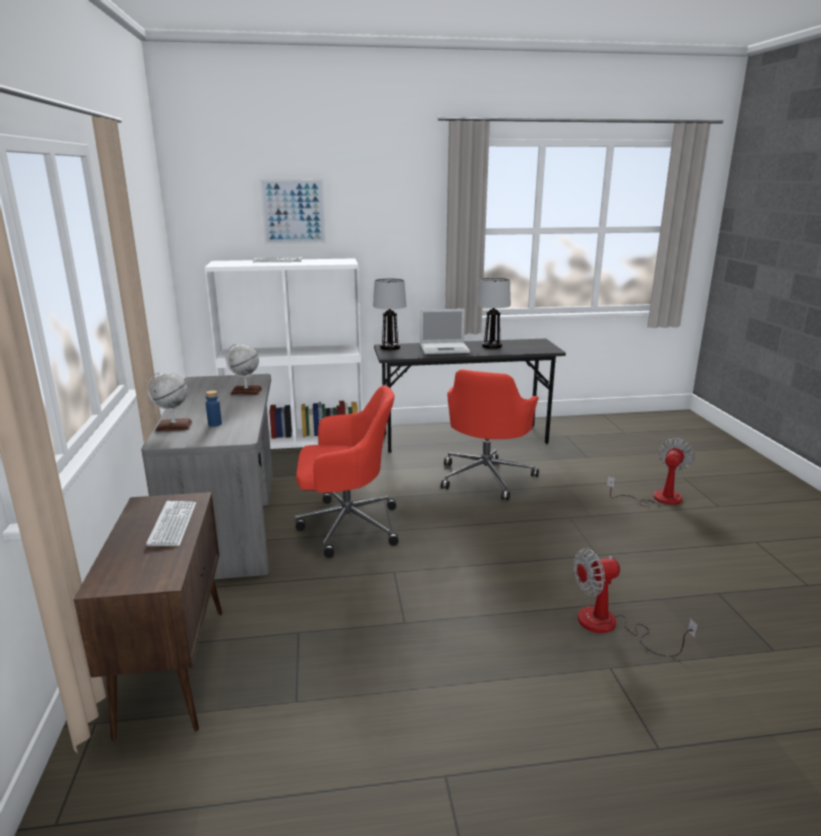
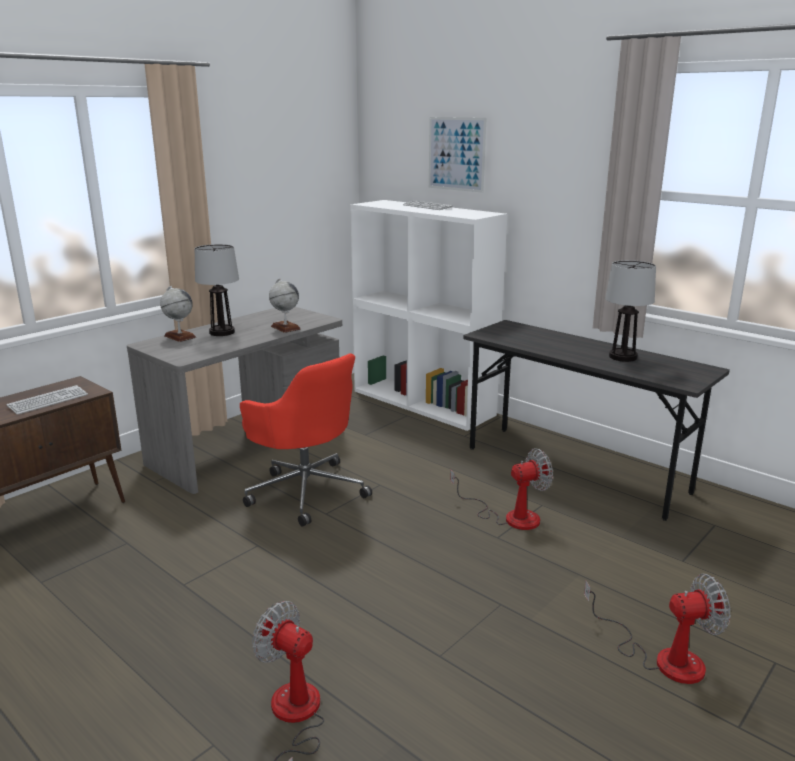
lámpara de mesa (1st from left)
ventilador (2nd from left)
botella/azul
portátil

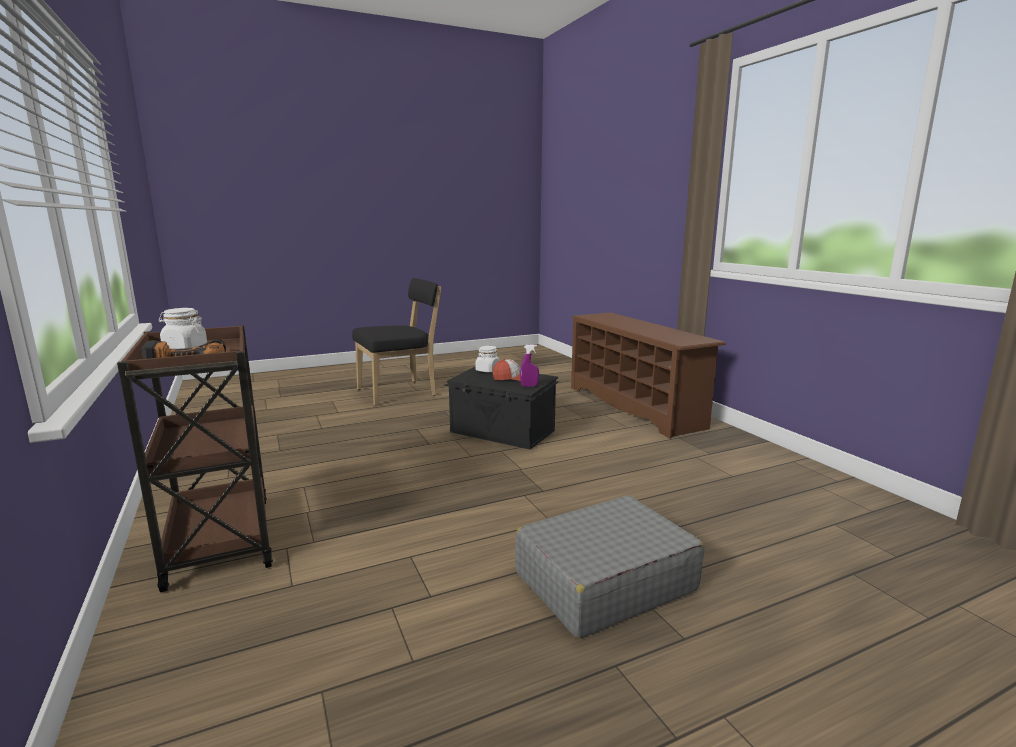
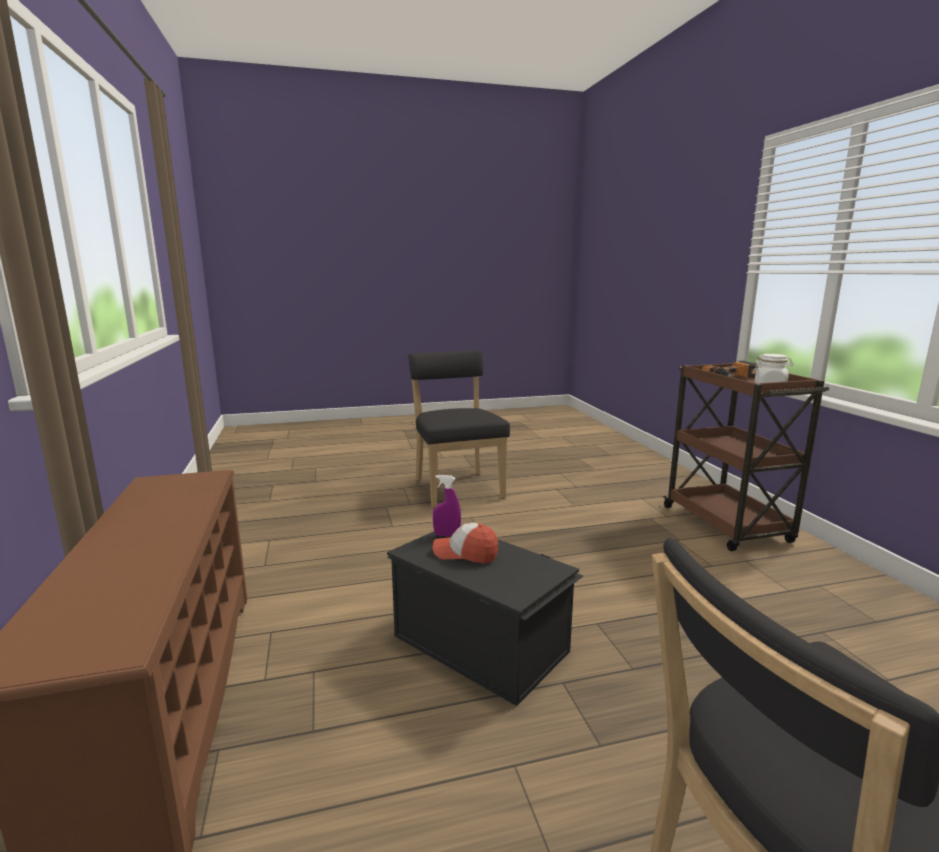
silla/negro (1st from left)
tarro/blanco (2nd from left in the first image)

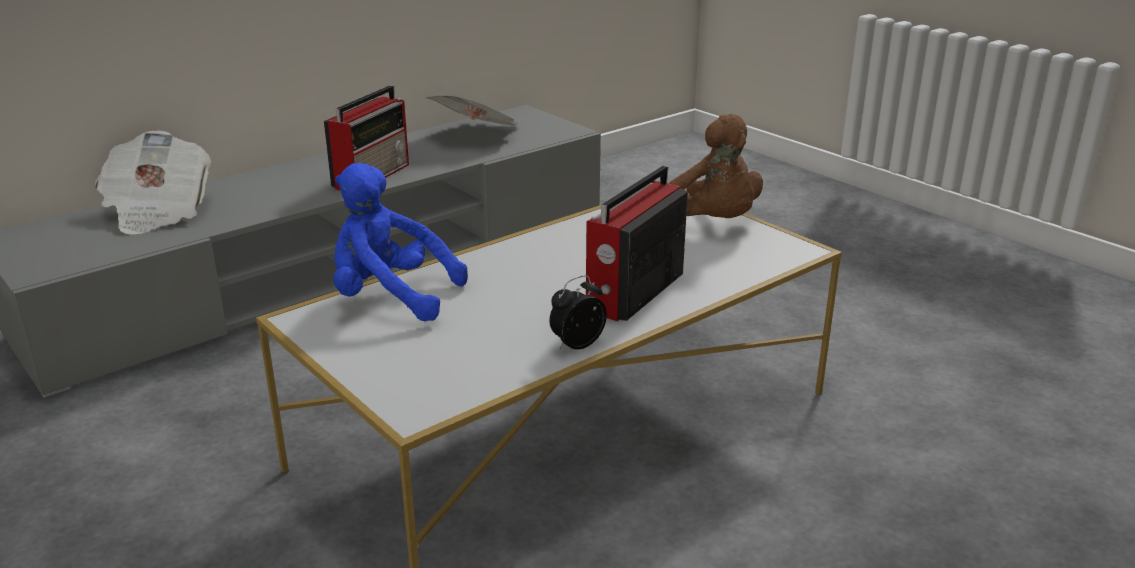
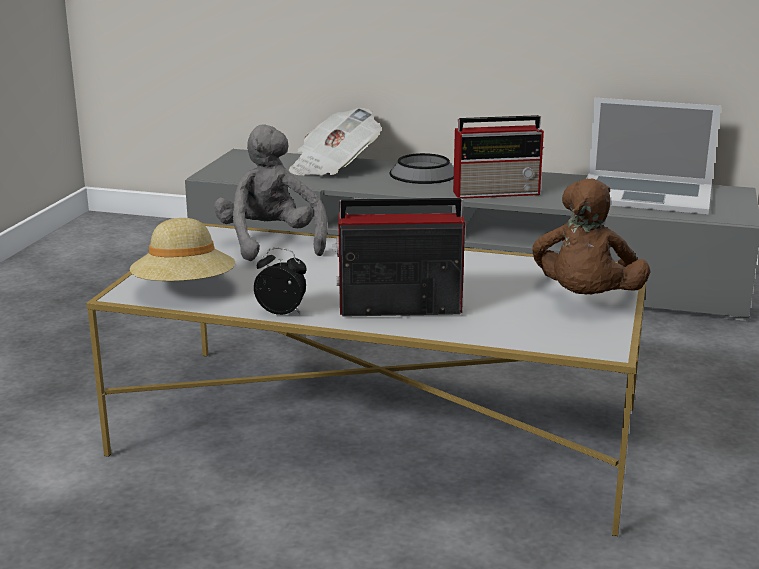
sombrero/beis
peluche/gris
cuenco
portátil

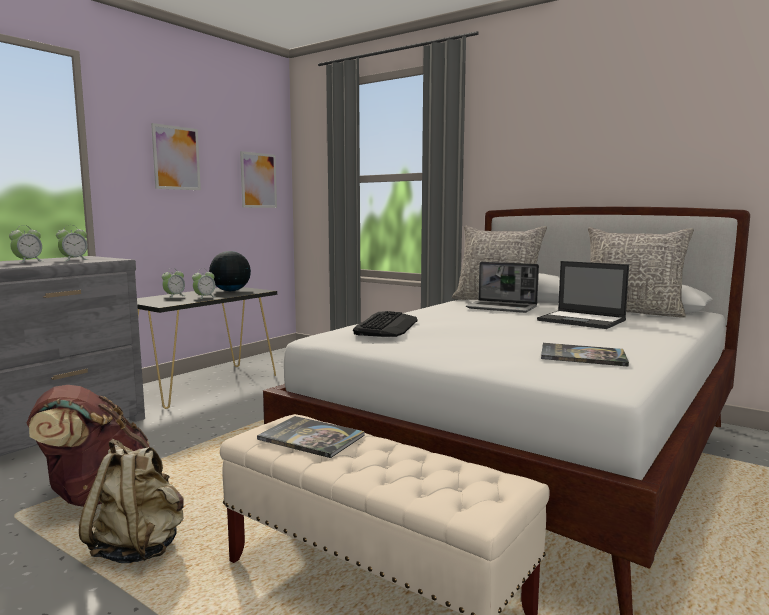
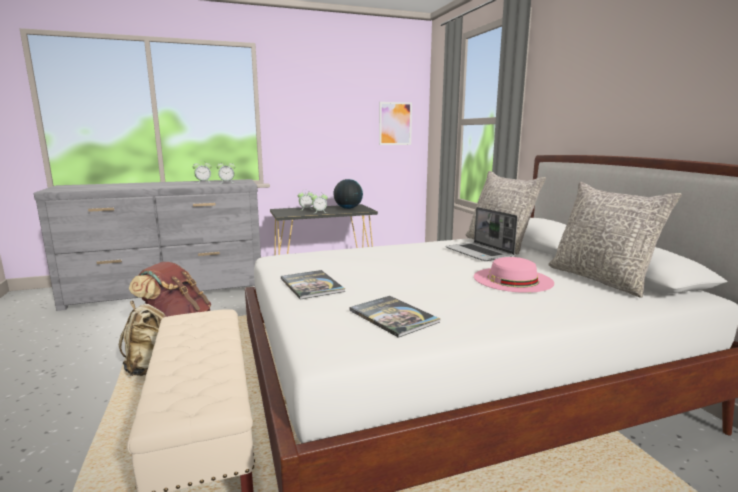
libro (1st from left)
sombrero/rosa
cuadro (1st from left in the first image)
teclado

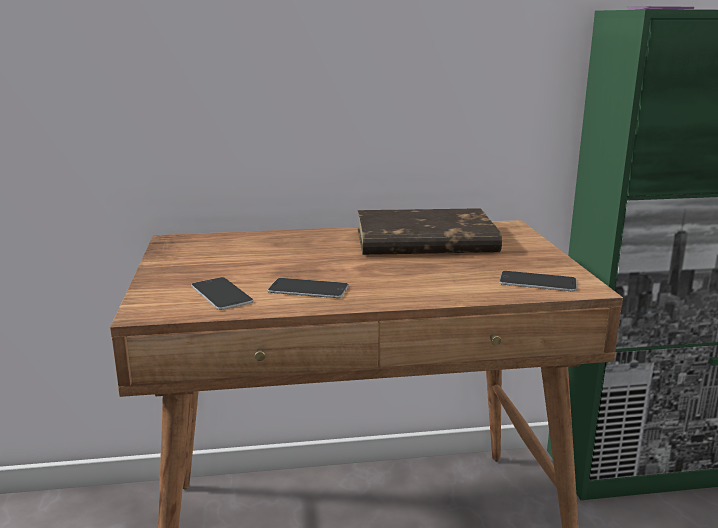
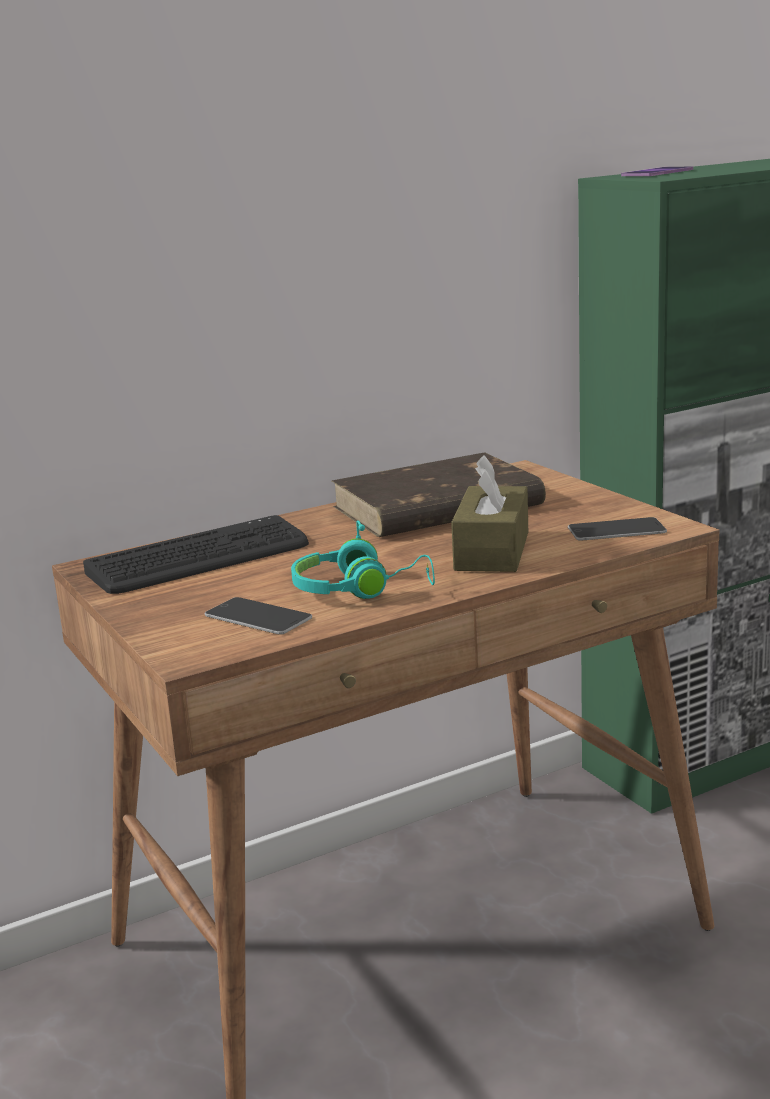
teclado
auriculares/turquesa
caja de pañuelos/marrón

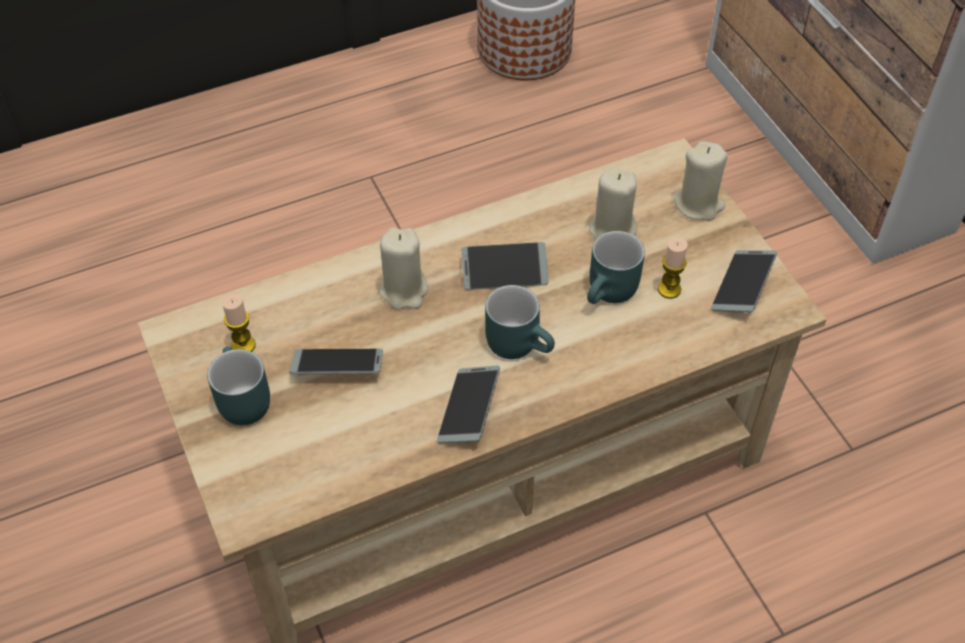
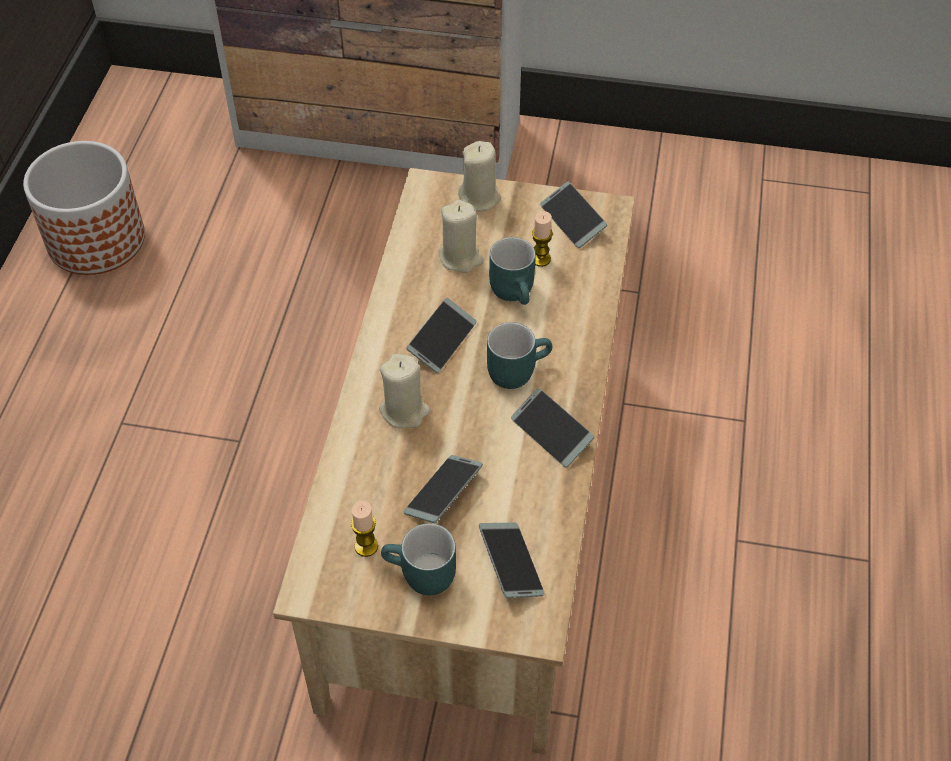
móvil (3rd from left)

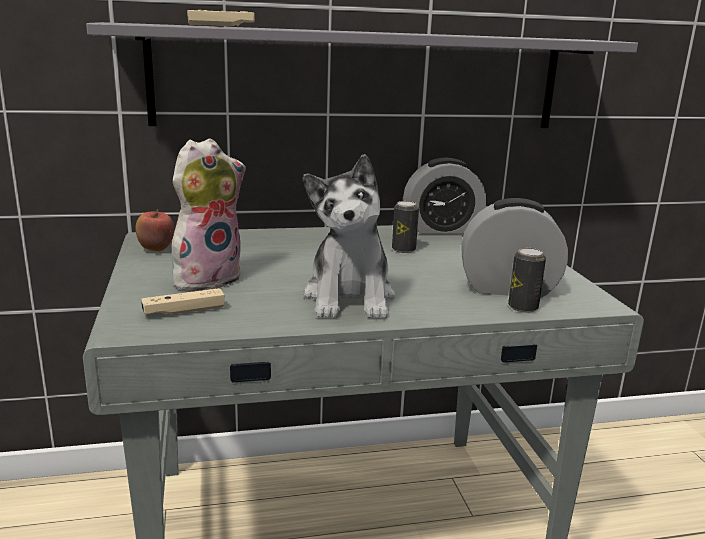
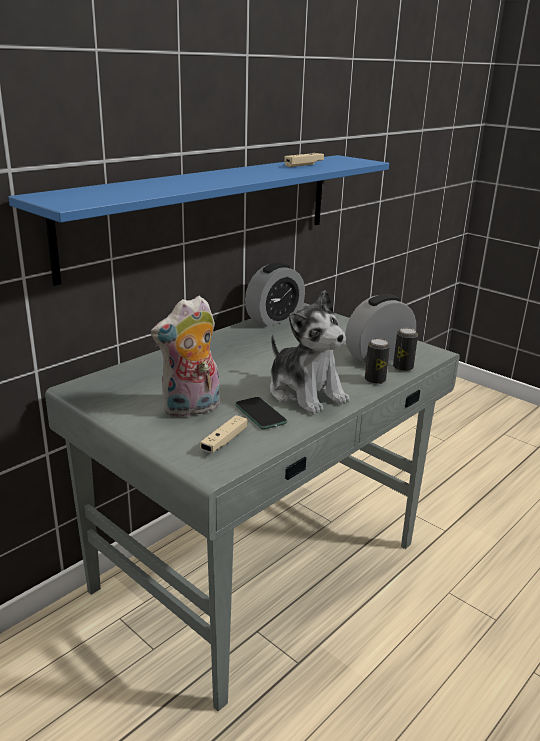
estante/azul
peluche (1st from left)
móvil
mando de consola/beis (2nd from left)
lata (1st from left)
manzana

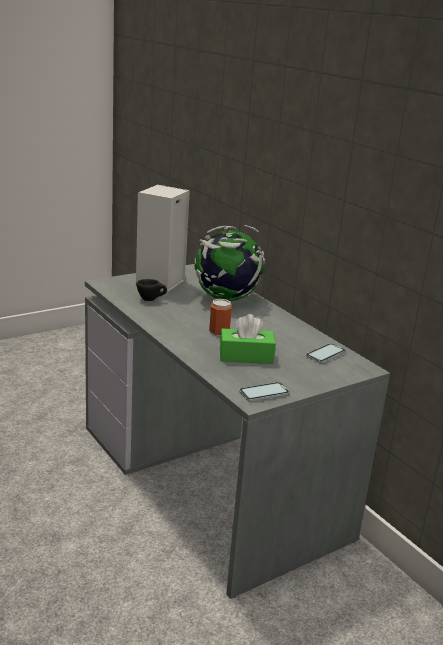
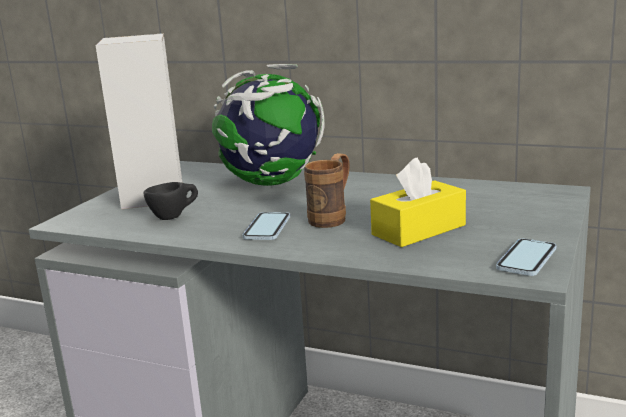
móvil (1st from left)
taza grande/marrón
caja de pañuelos/amarillo

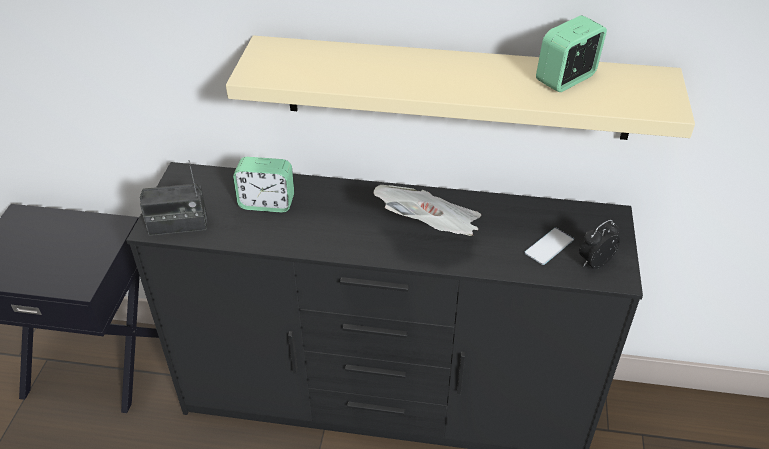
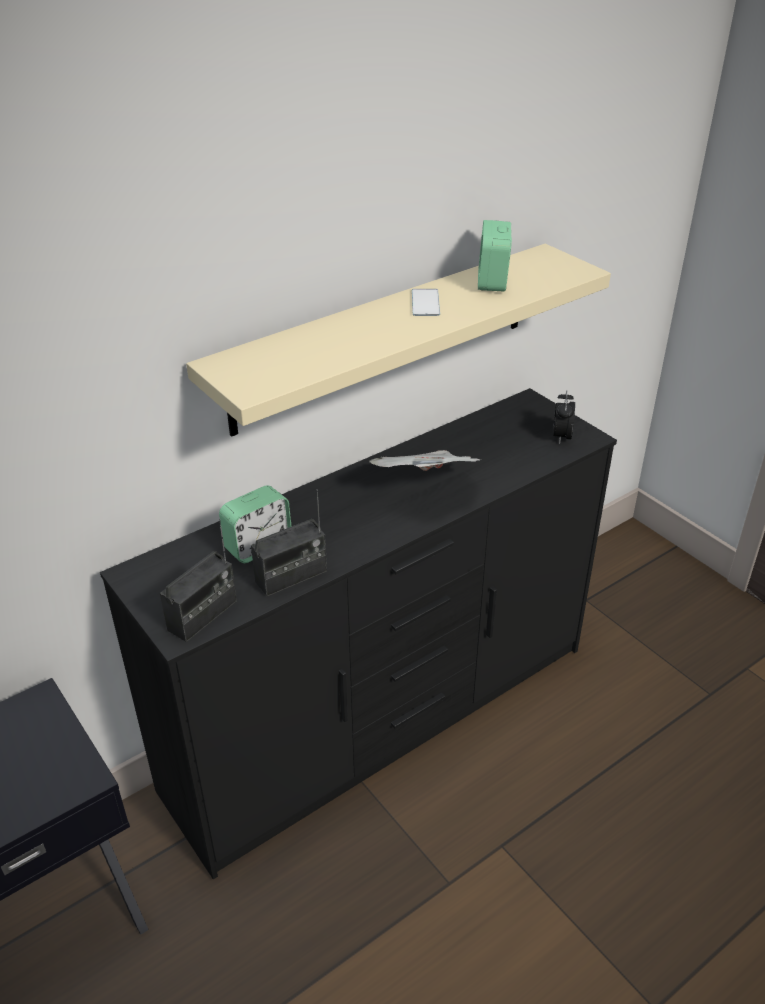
radio (2nd from left)
móvil

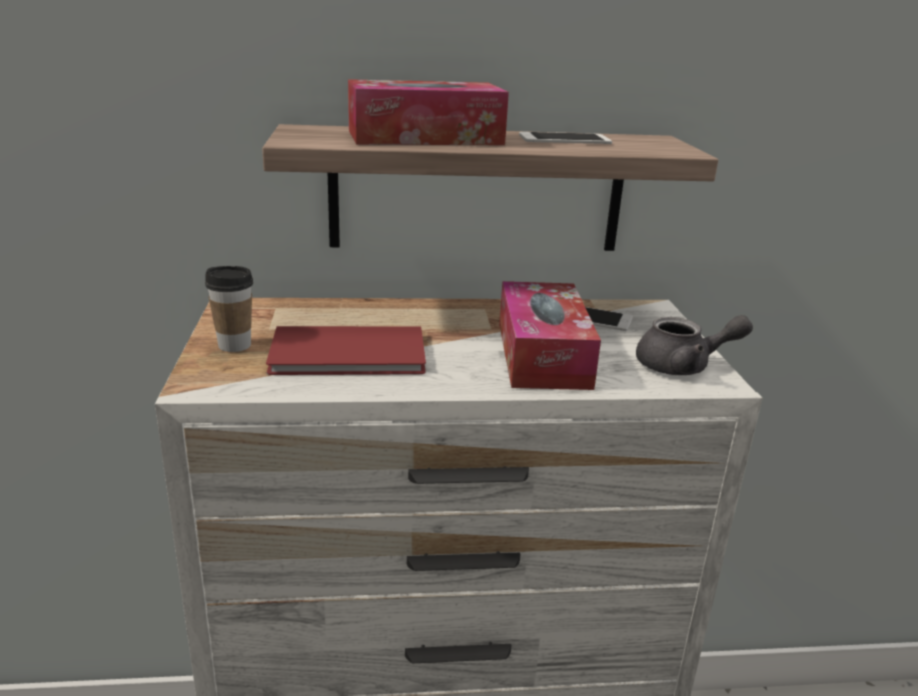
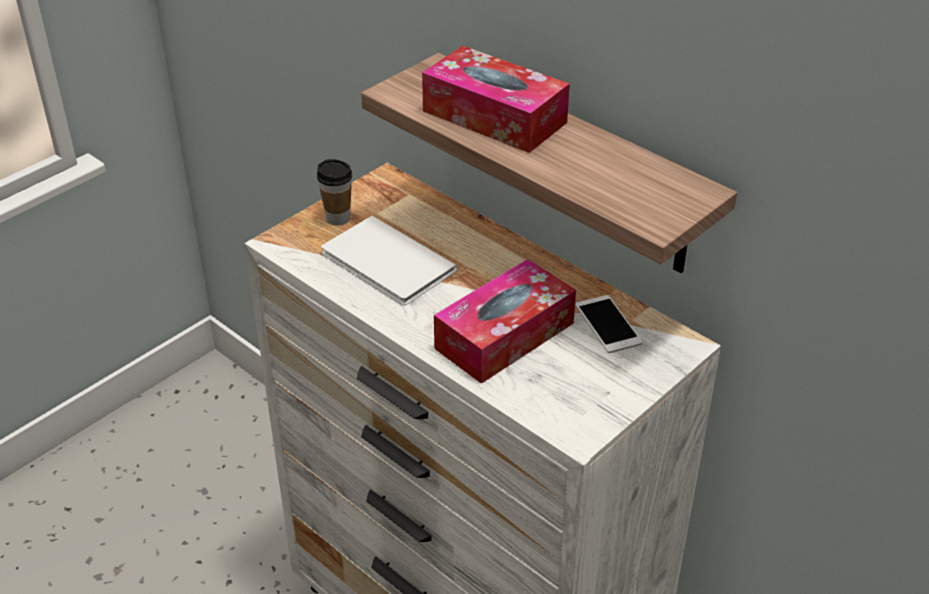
libro/blanco
móvil (1st from left in the first image)
tetera/gris

